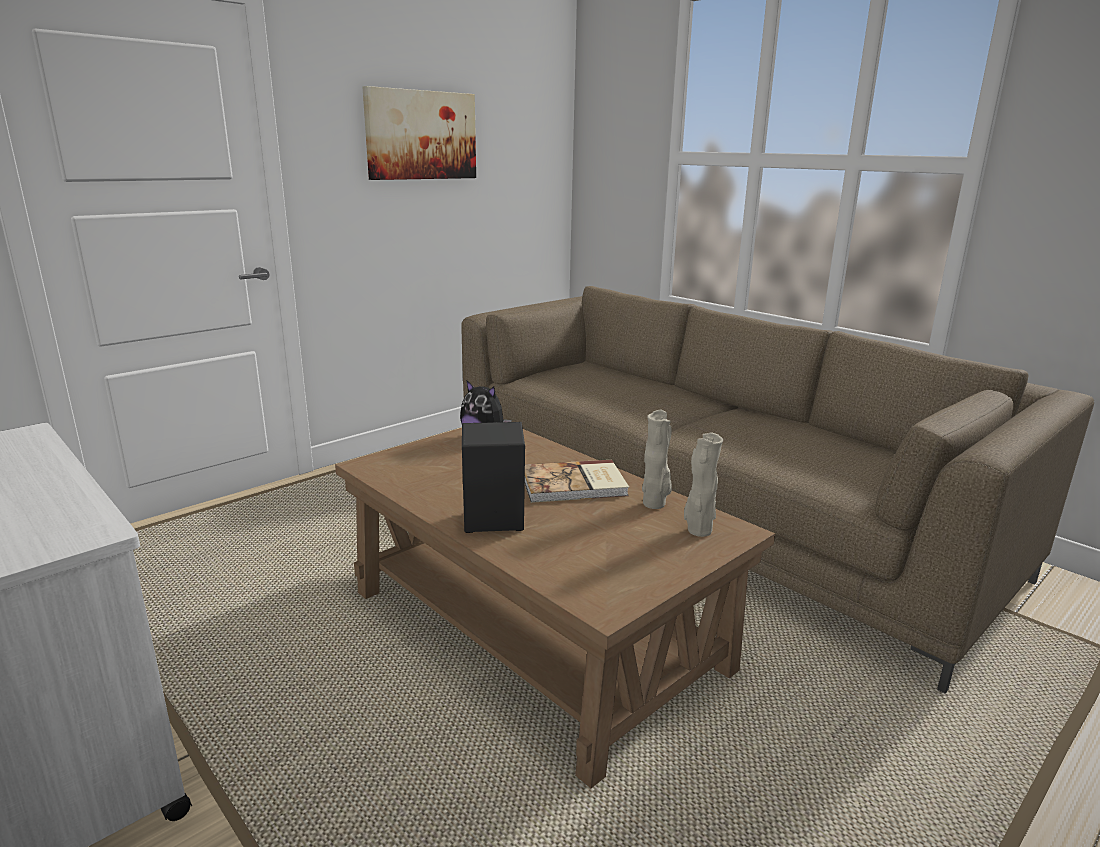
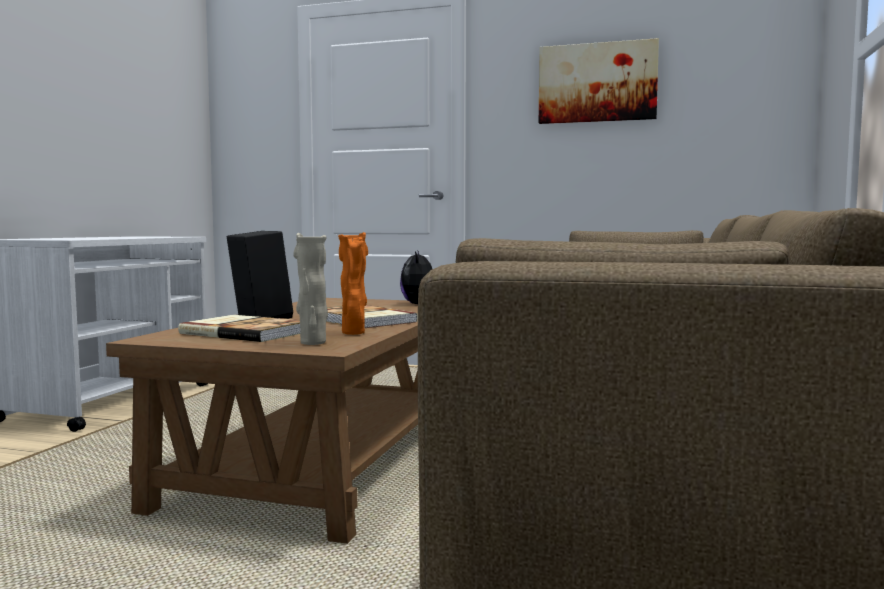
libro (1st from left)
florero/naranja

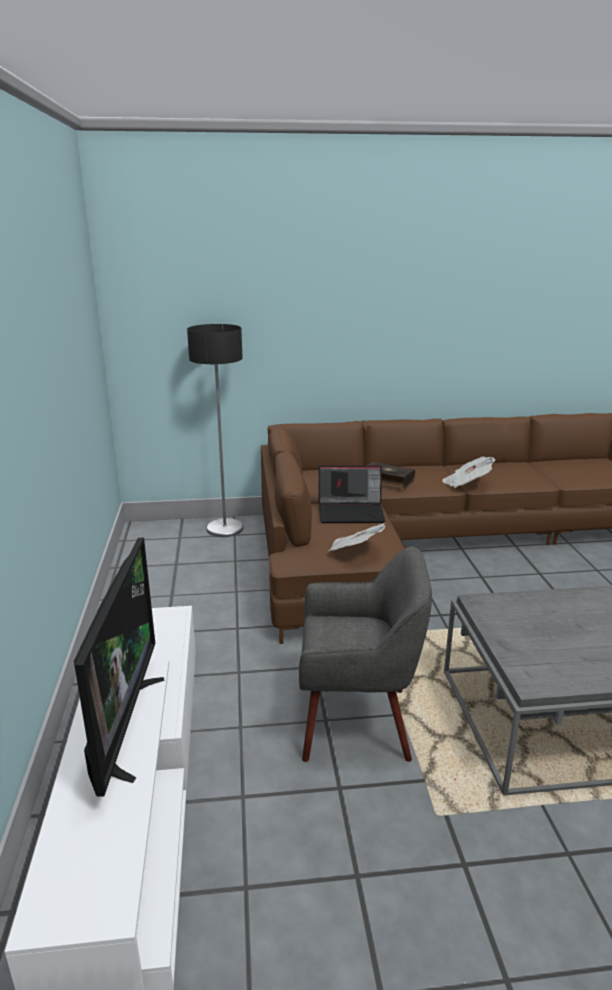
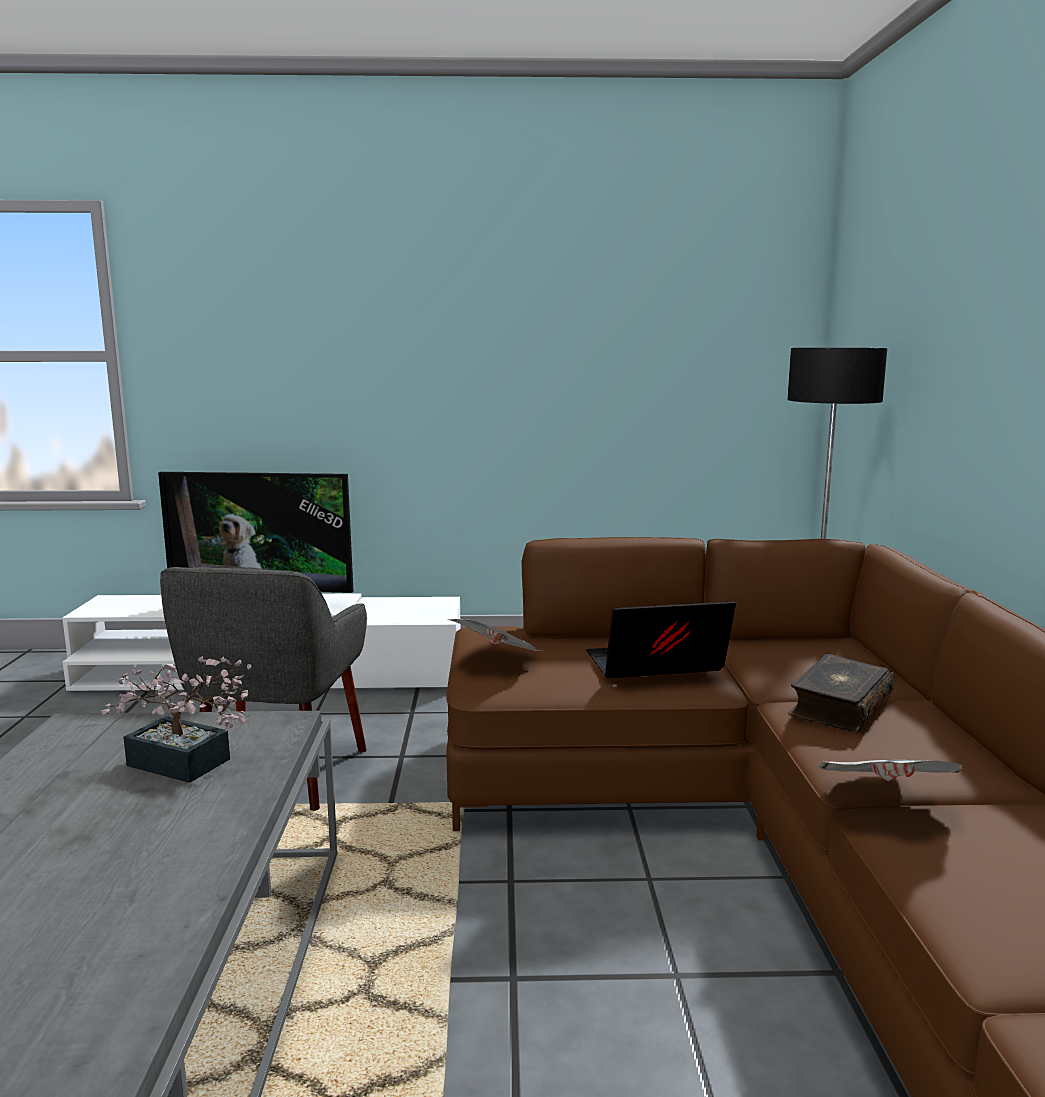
planta en maceta
portátil

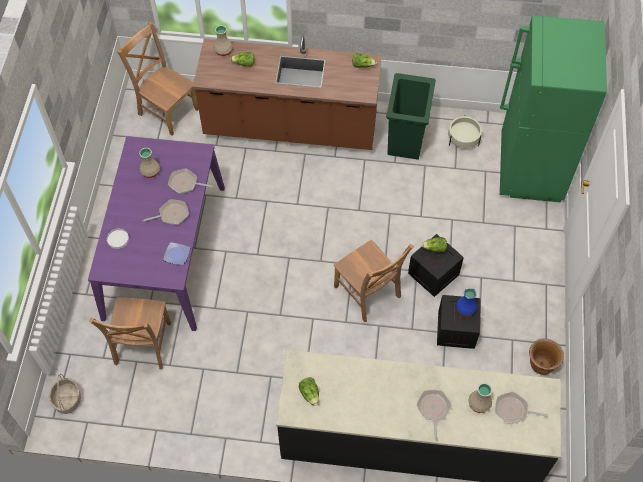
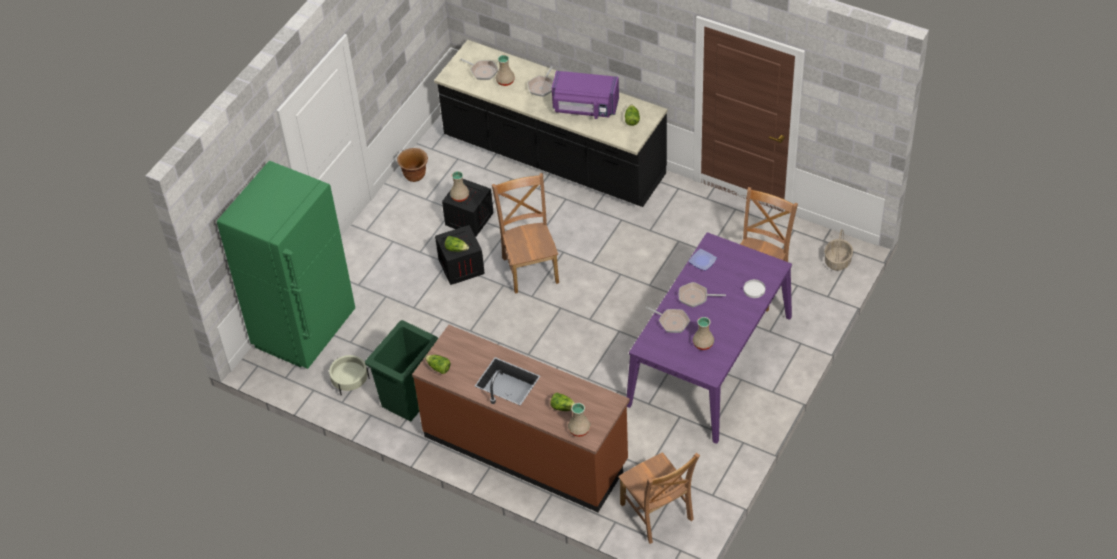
florero/beis (1st from left)
microondas/morado

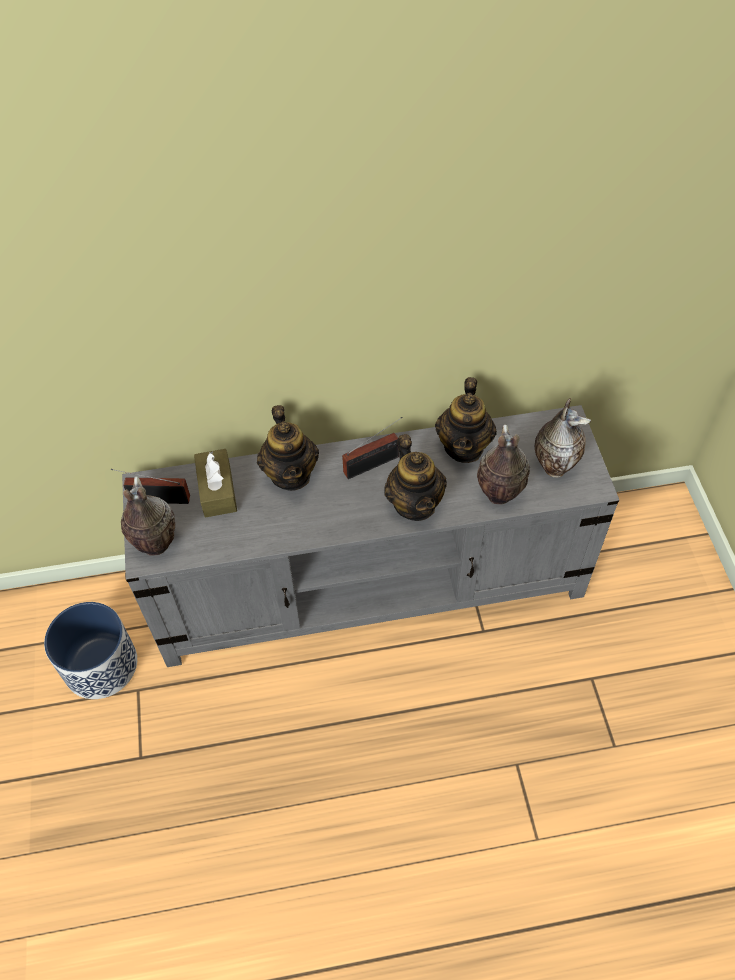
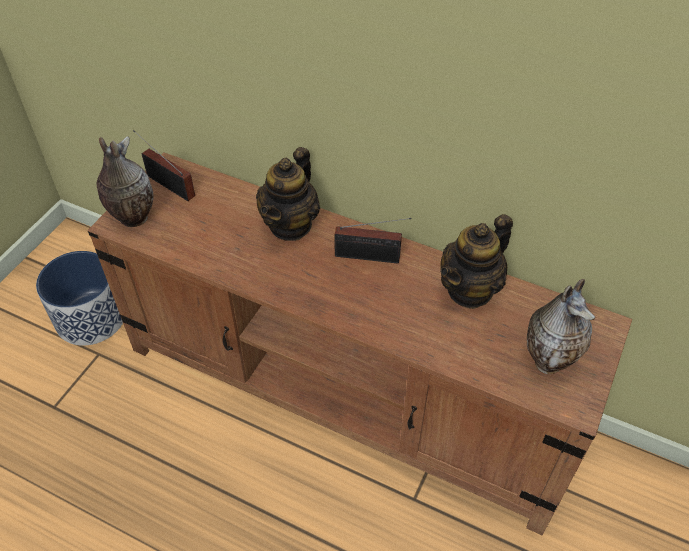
mueble de televisión/marrón
caja de pañuelos/marrón
tetera (2nd from left in the first image)
florero (2nd from left in the first image)

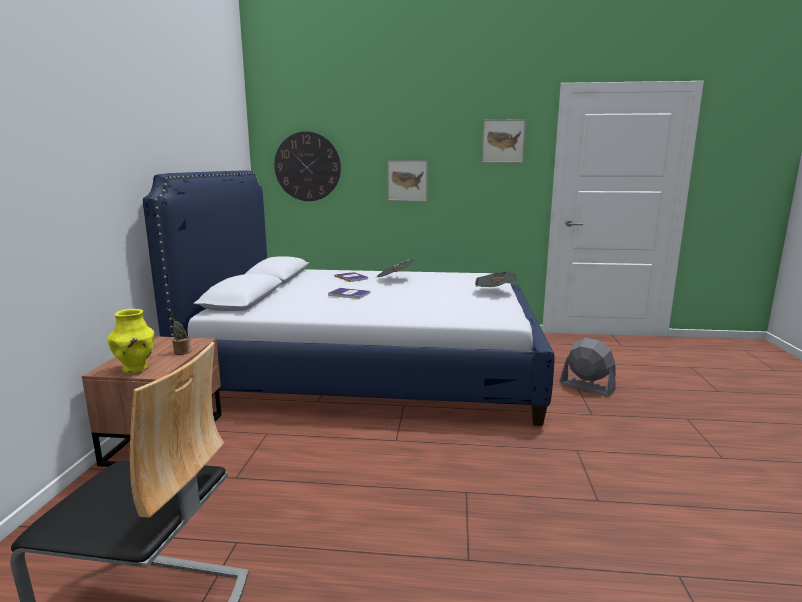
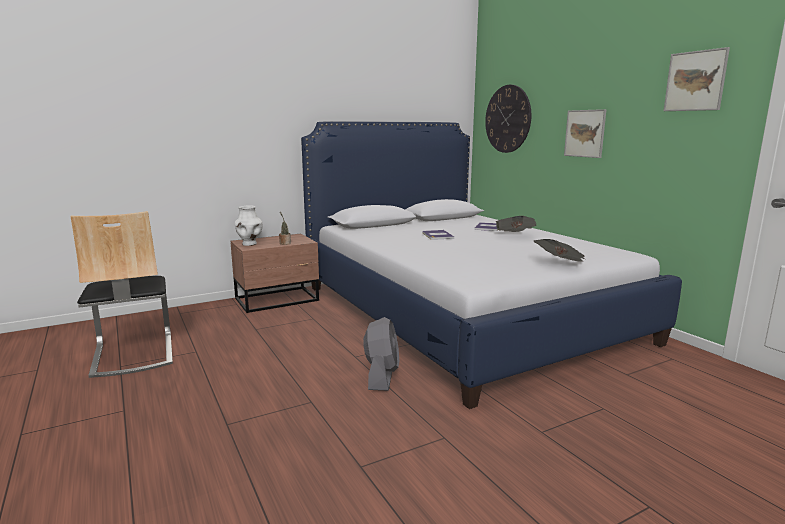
florero/blanco
ventilador/gris

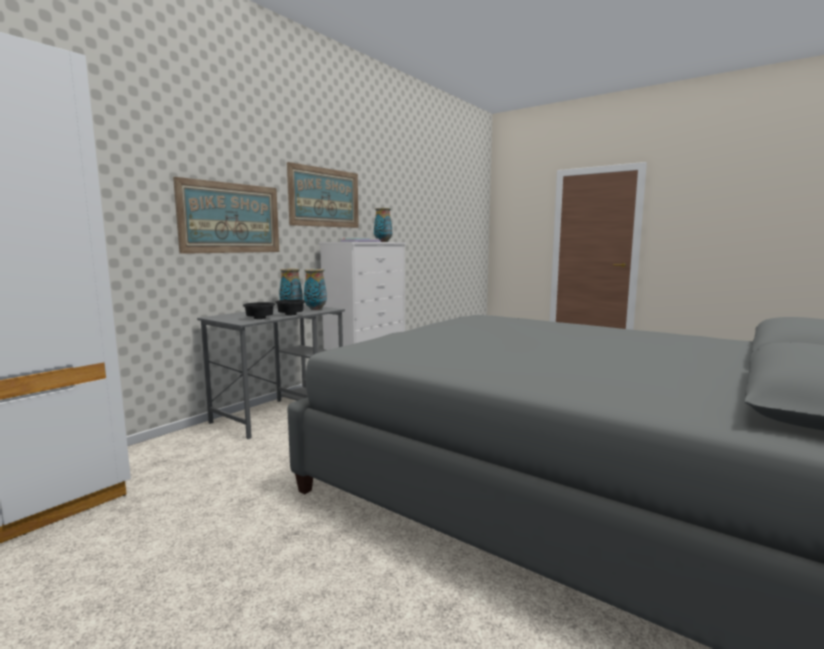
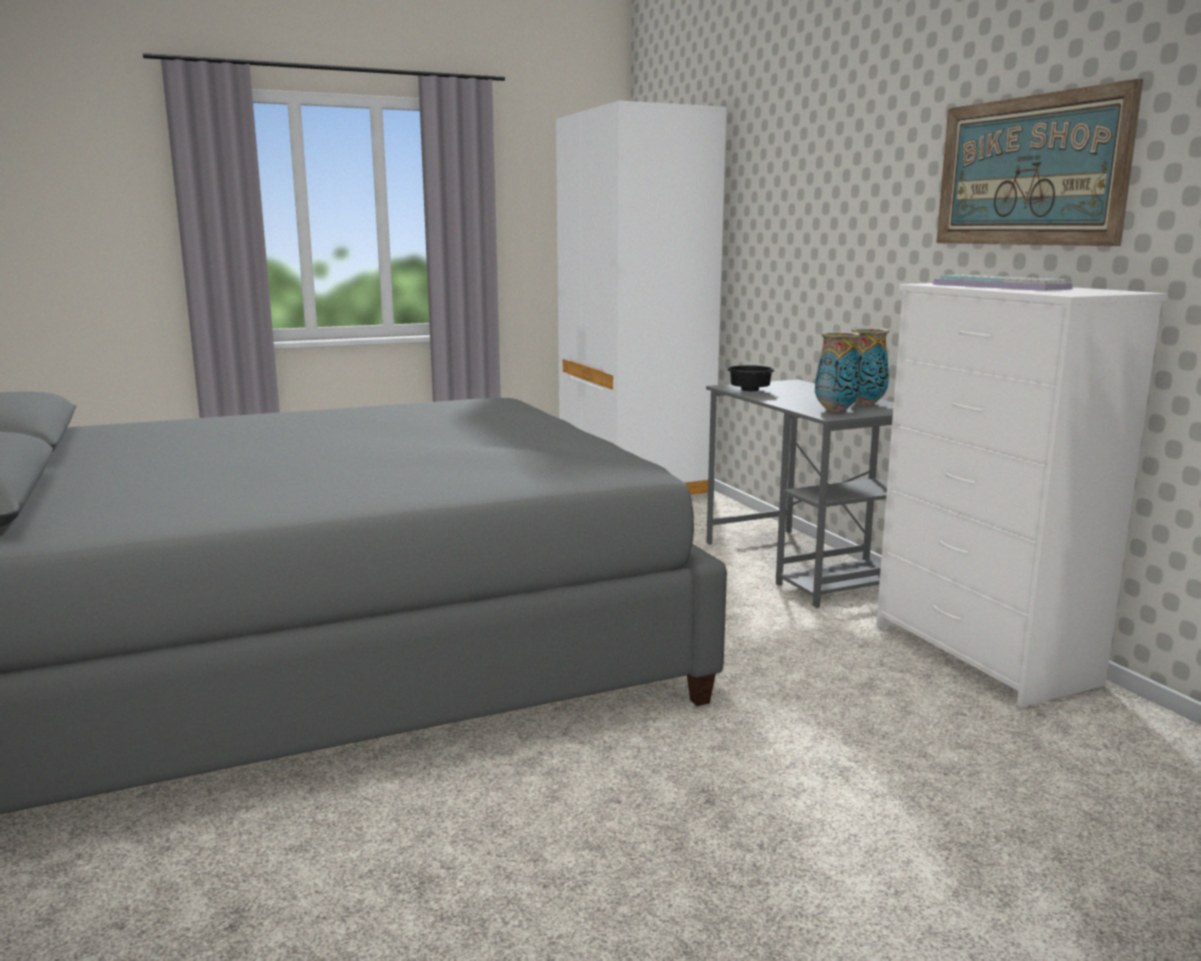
cuadro (1st from left in the first image)
cuenco/negro (2nd from left in the first image)
florero (3rd from left in the first image)

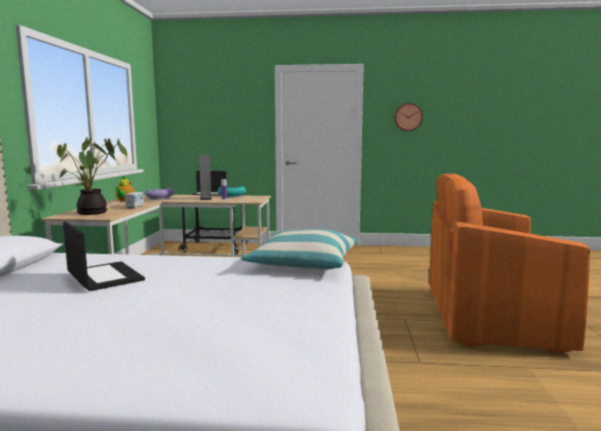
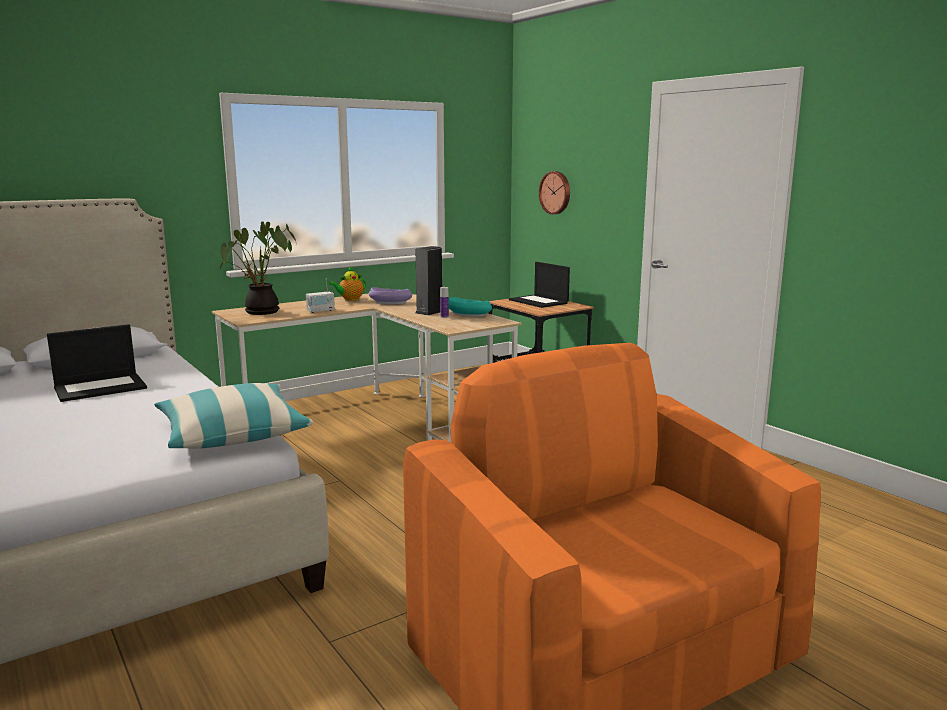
portátil (1st from left)
reloj de pared

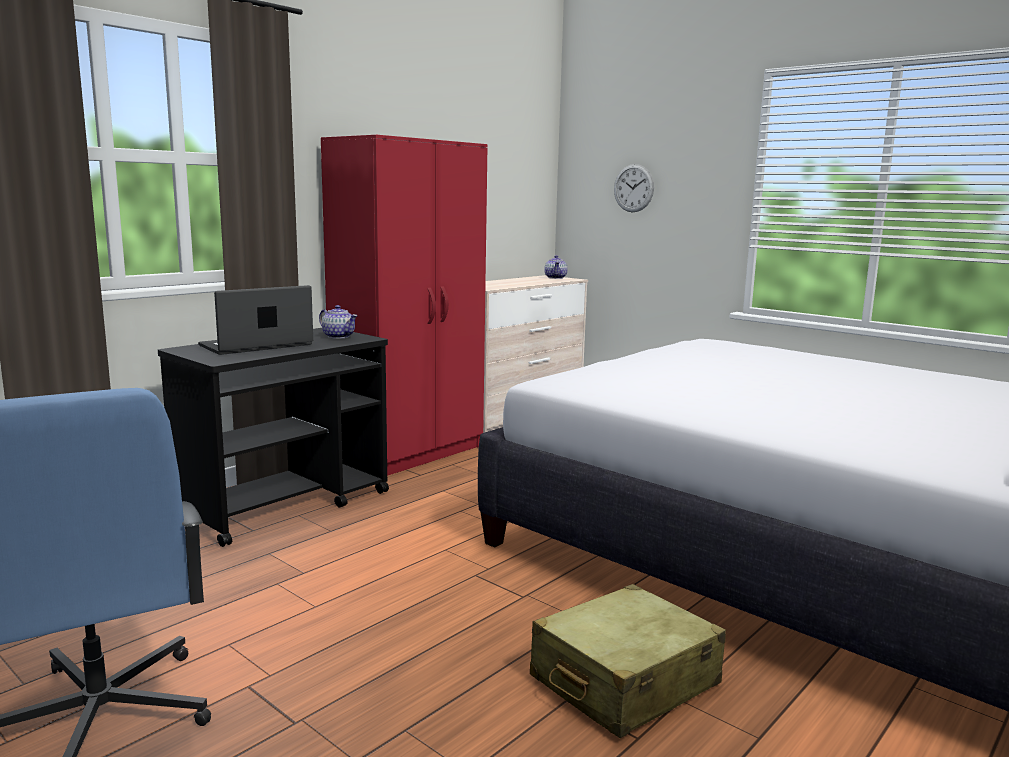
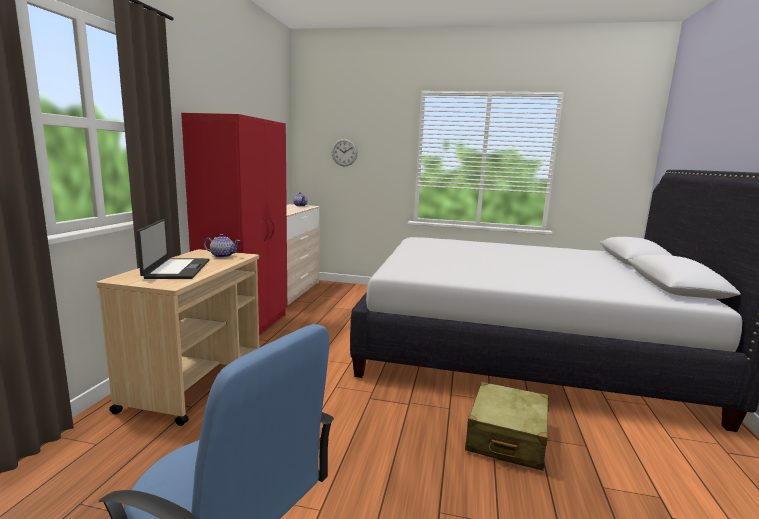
carrito/beis
portátil

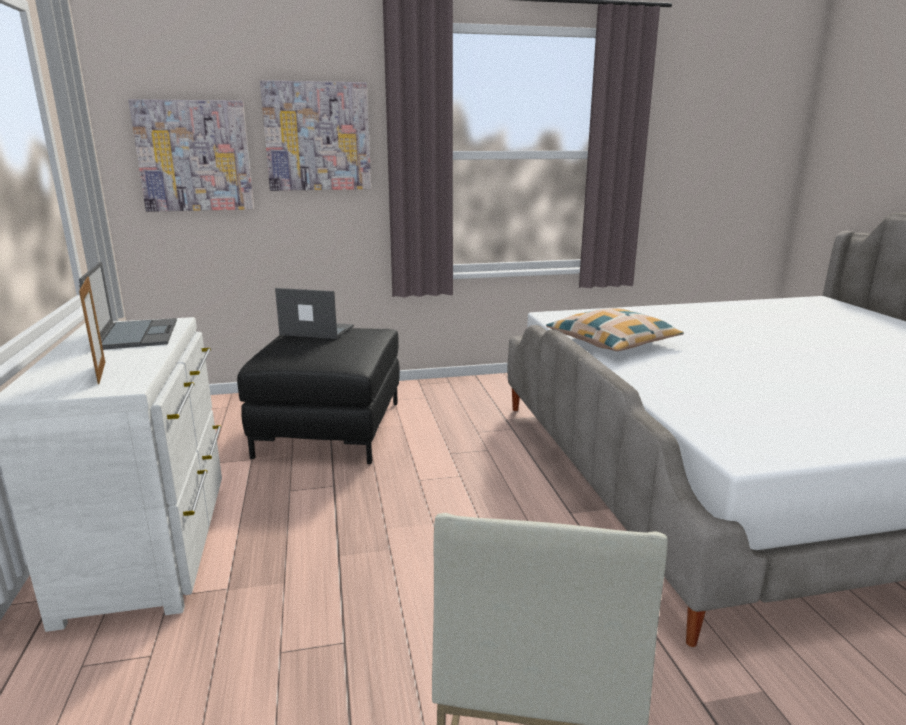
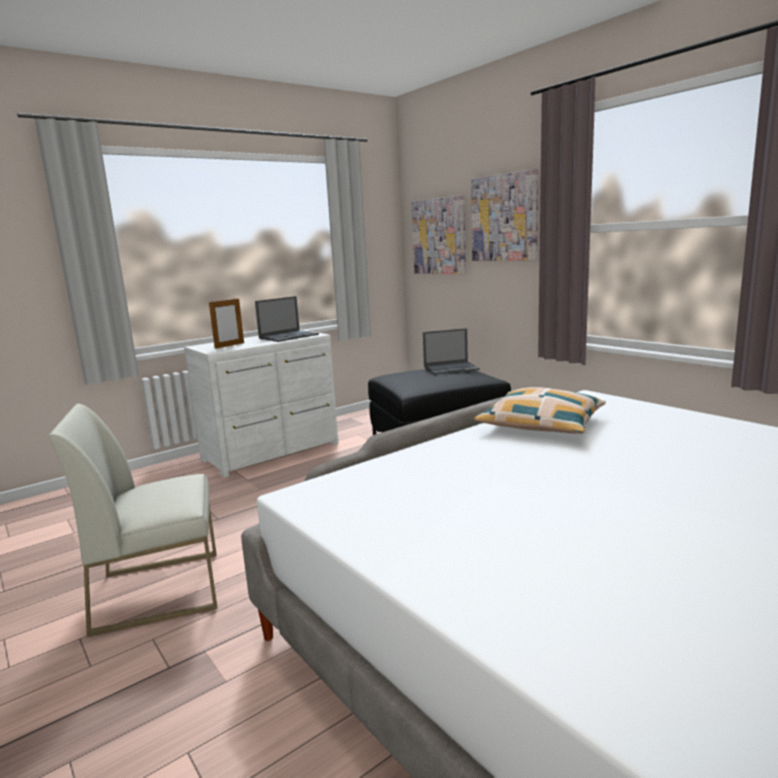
portátil (2nd from left)

